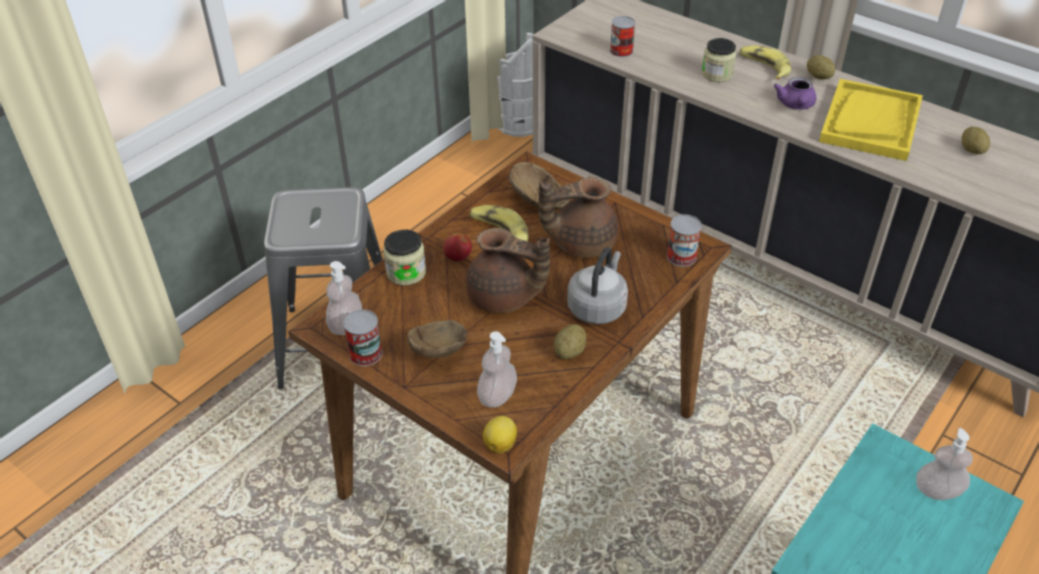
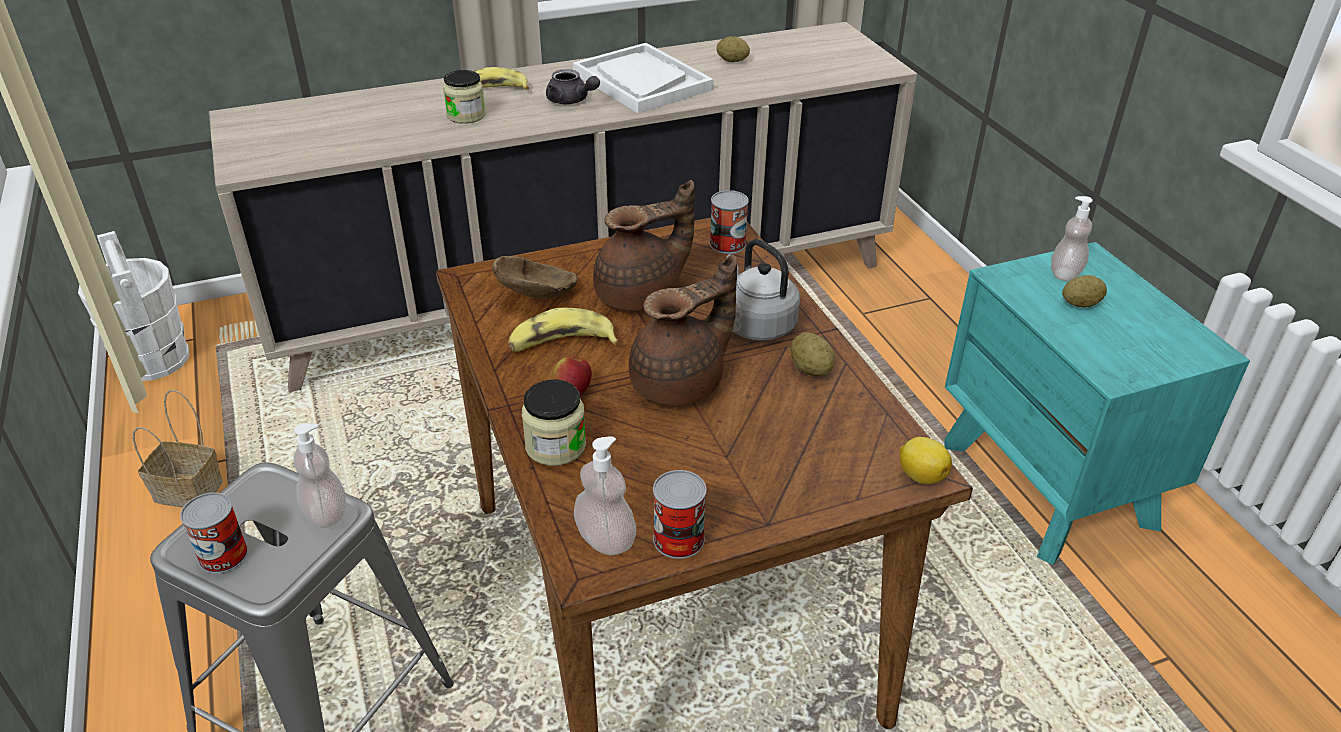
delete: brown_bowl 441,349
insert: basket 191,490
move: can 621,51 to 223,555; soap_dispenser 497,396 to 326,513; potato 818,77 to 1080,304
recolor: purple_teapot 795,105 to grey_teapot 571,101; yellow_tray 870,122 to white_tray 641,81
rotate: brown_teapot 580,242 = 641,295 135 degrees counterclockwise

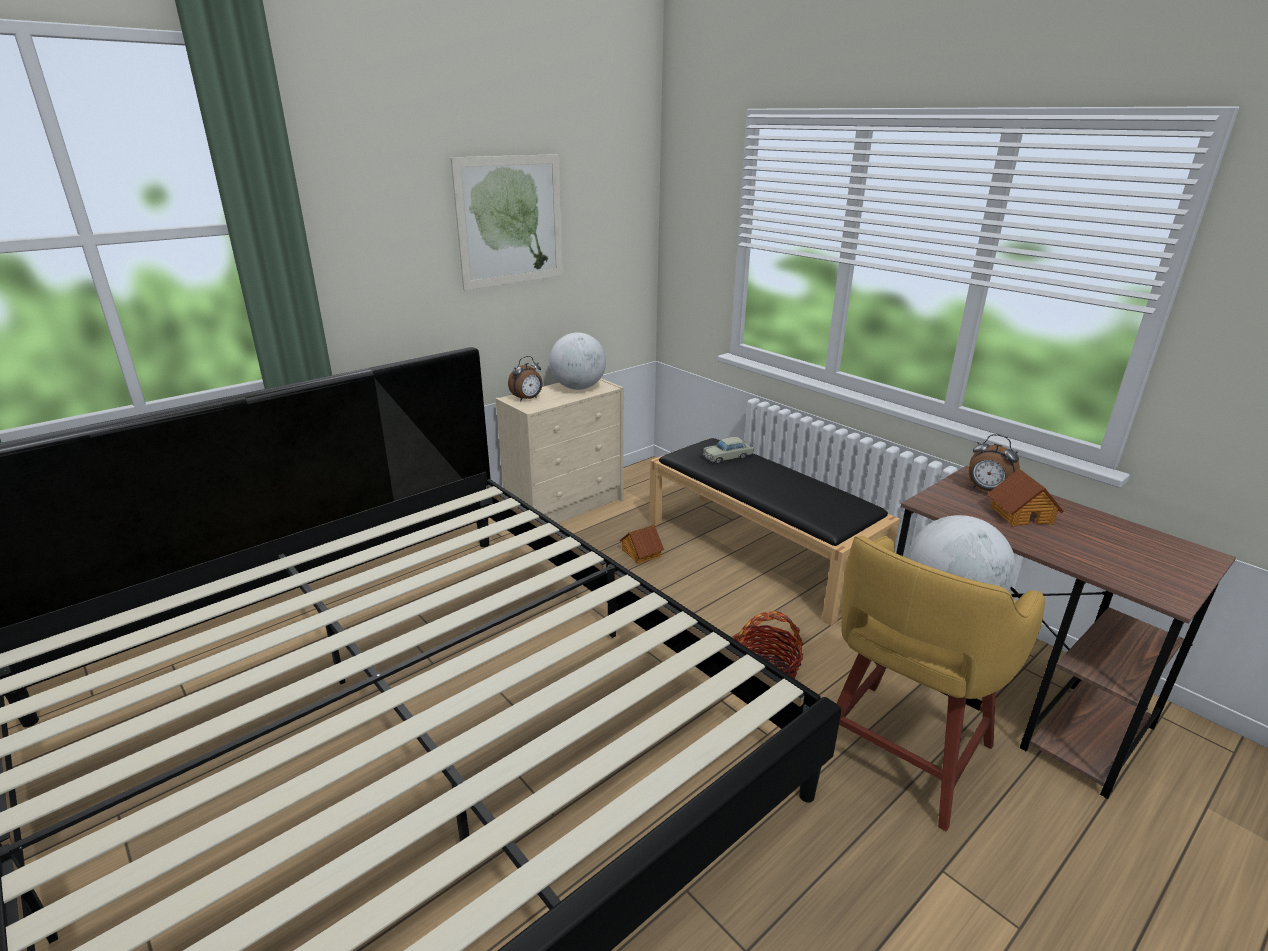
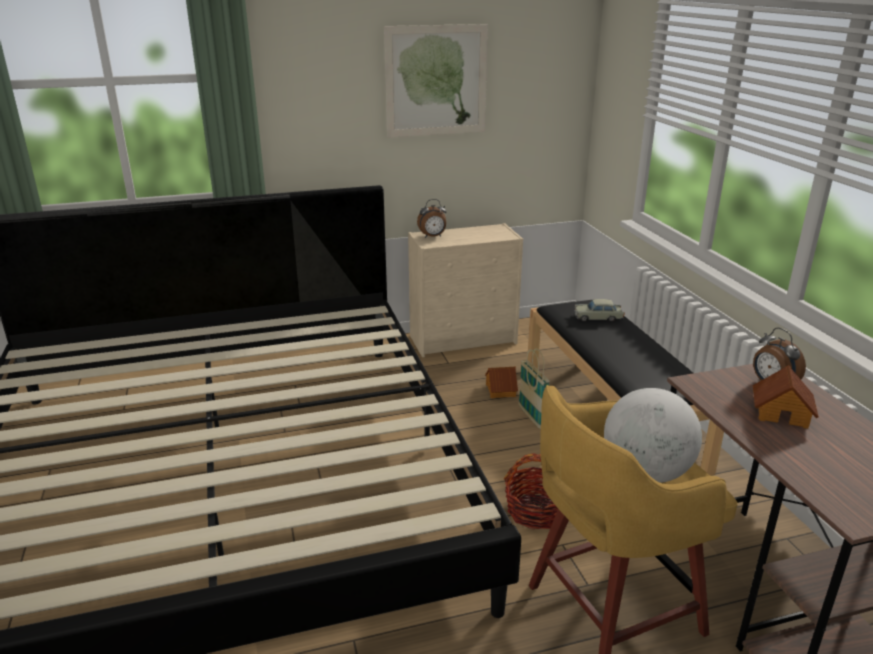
delete: globe 578,388
insert: basket 531,417

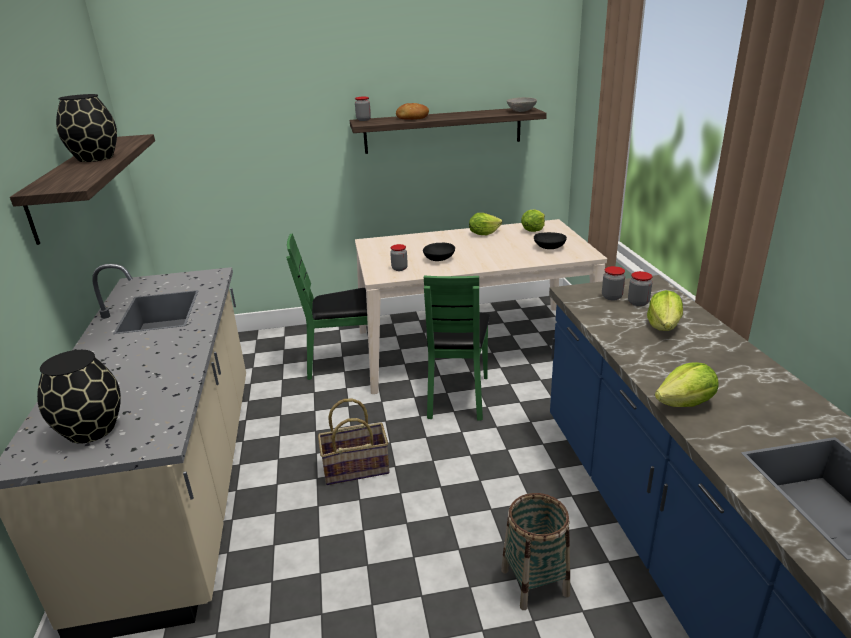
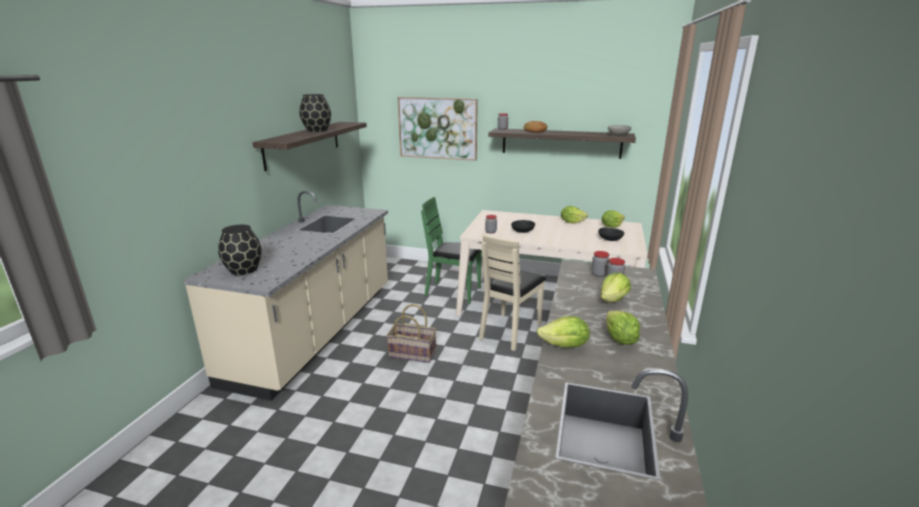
delete: basket 534,582
insert: picture 437,128; lettuce 619,340
recolor: green_chair 457,396 to beige_chair 509,331

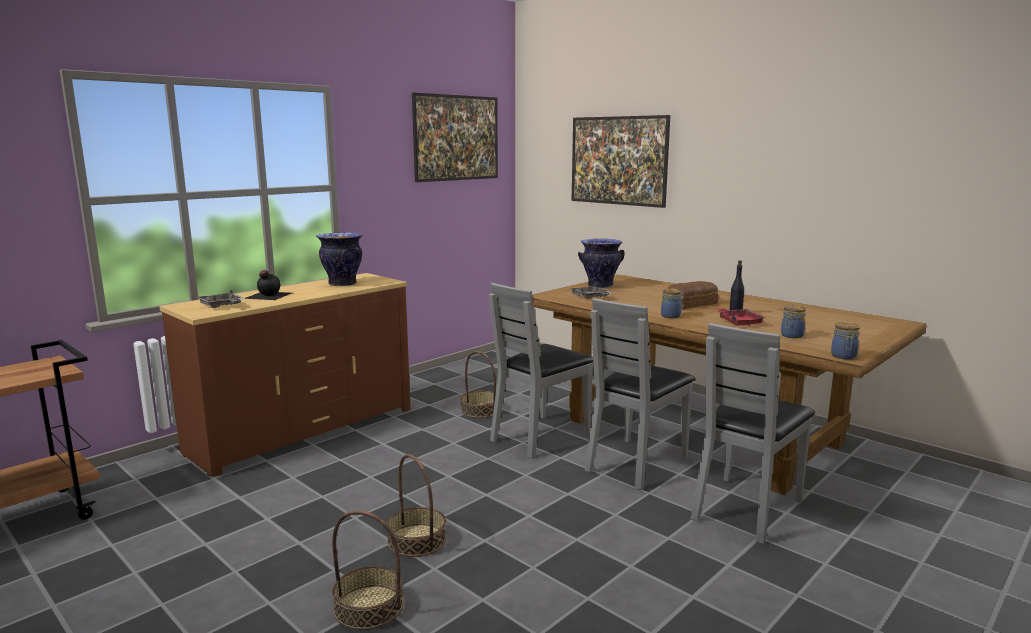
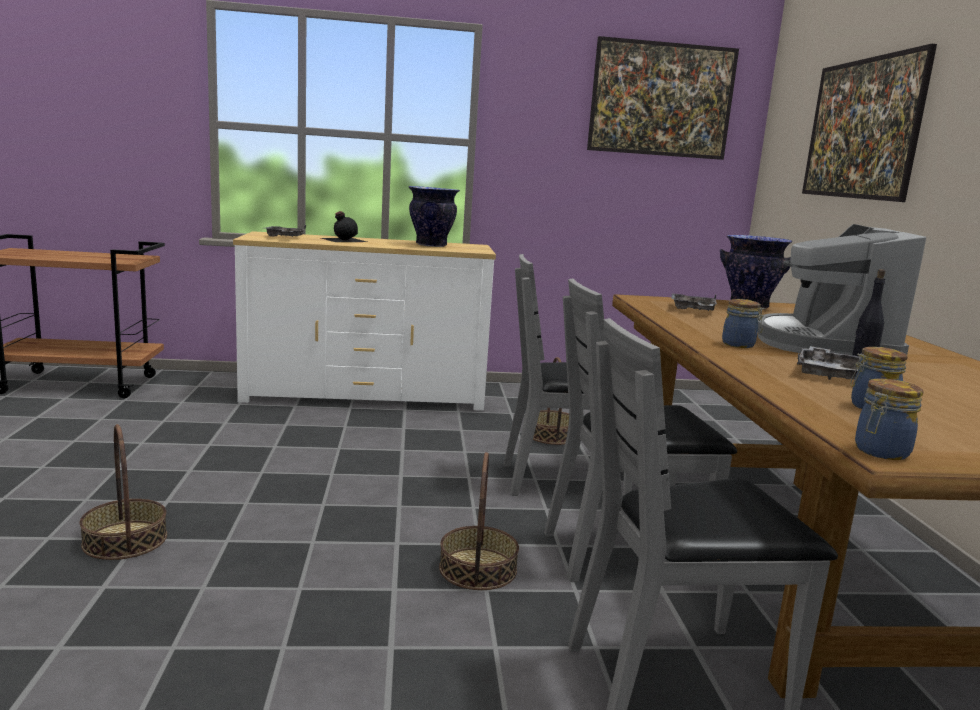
move: basket 417,540 to 478,569
replace: bread 692,304 to coffee_machine 824,345
recolor: brown_dresser 303,430 to white_dresser 365,395; red_tray 739,322 to grey_tray 829,374

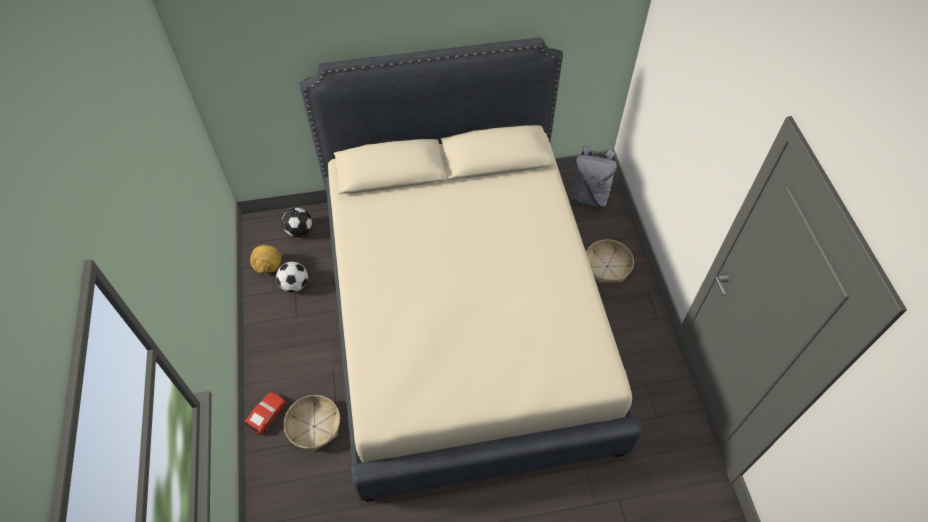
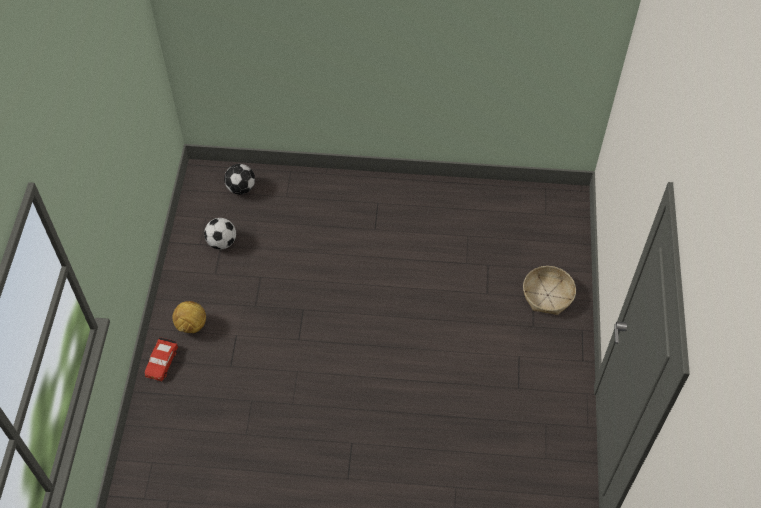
delete: basket 314,426; beige_bed 464,318; grey_backpack 589,195
move: football 269,267 to 192,325
rotate: red_toy_car 266,415 = 162,362 150 degrees clockwise

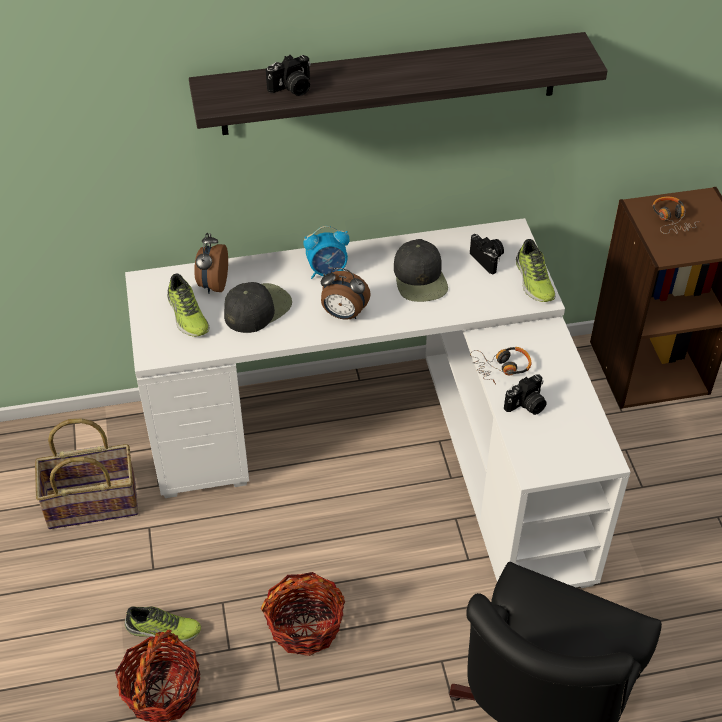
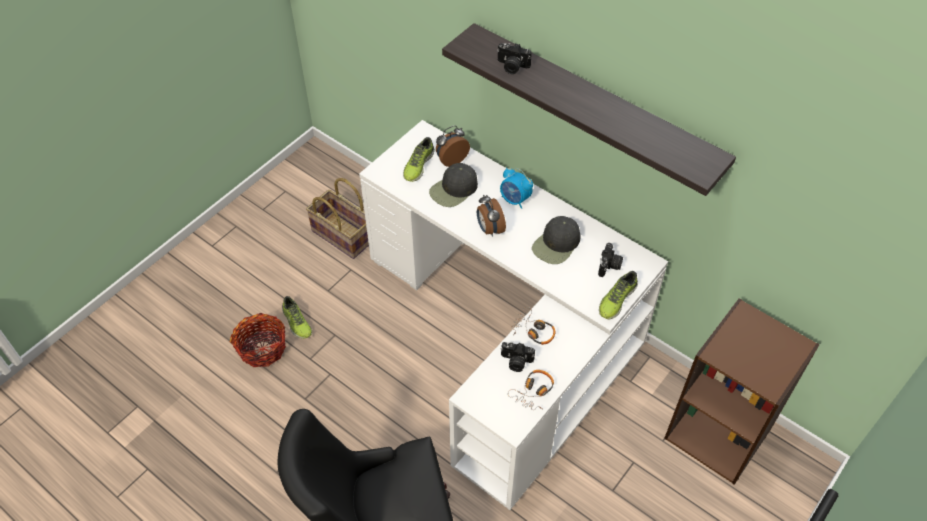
delete: basket 305,625
move: headphones 671,220 to 533,392
rotate: black_cap 257,308 = 454,189 135 degrees clockwise

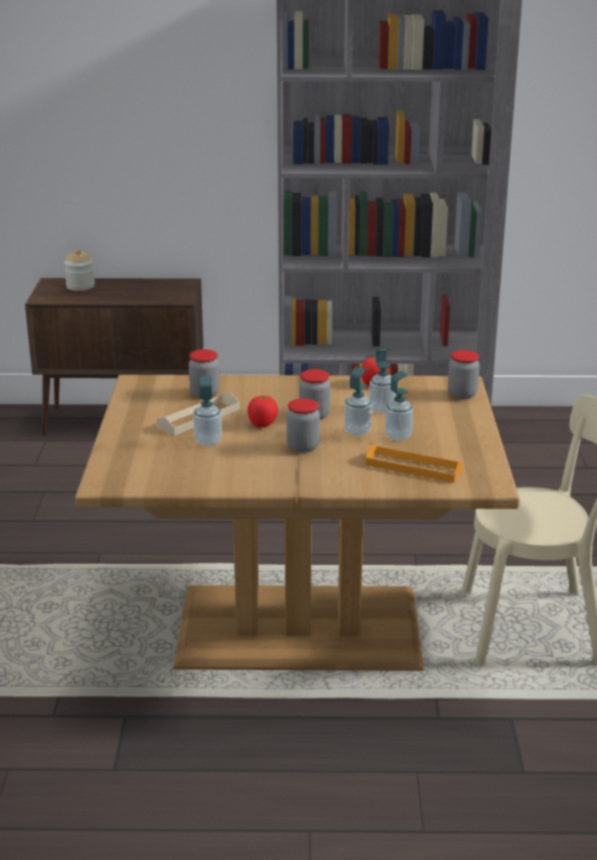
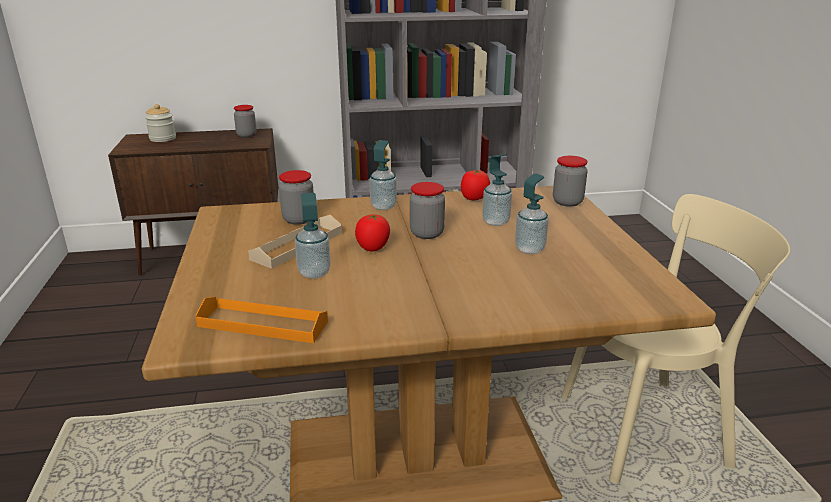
move: orange_tray 413,467 to 263,324; jar 303,447 to 246,135; soap_dispenser 357,431 to 383,206

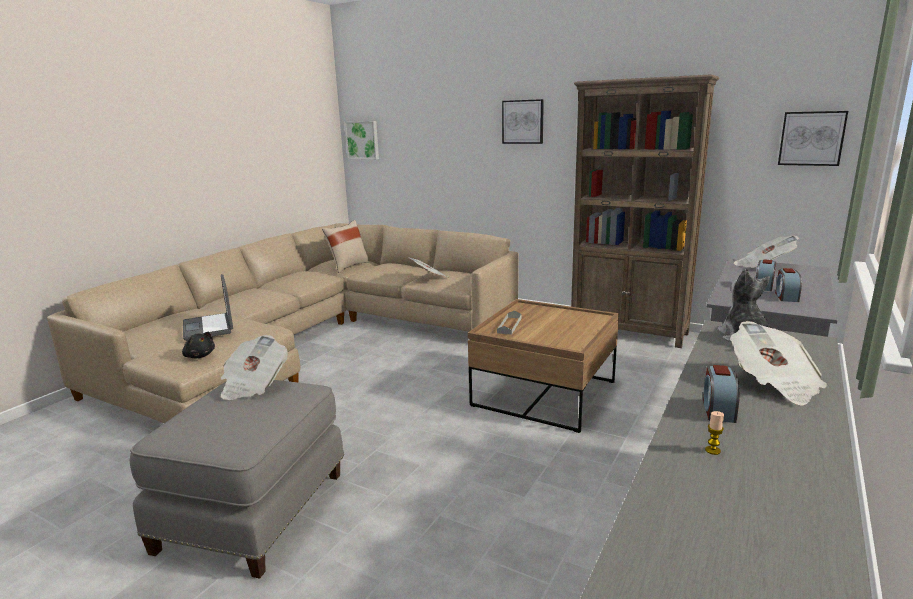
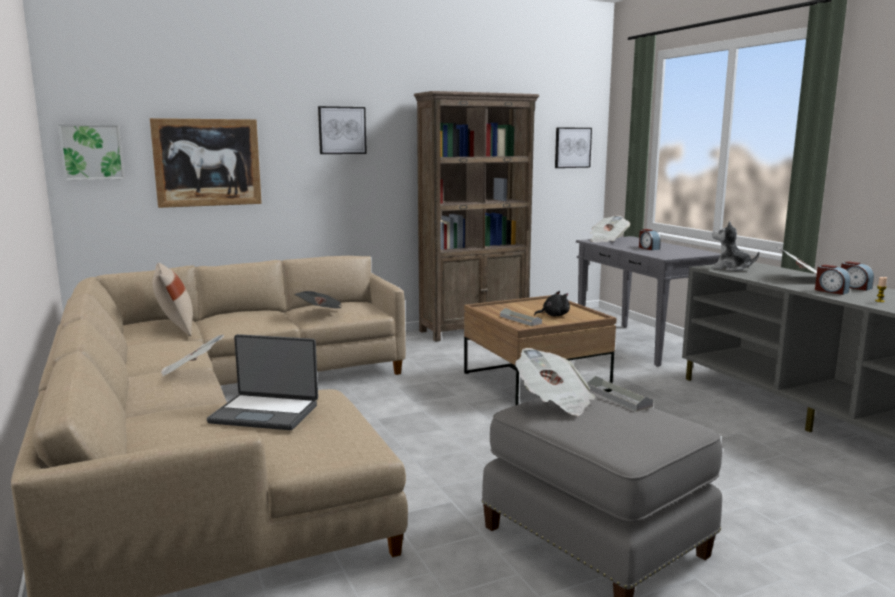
insert: picture 207,162; newspaper 191,372; grey_tray 618,397
move: black_plush_toy 199,356 to 553,315; alarm_clock 786,297 to 854,287

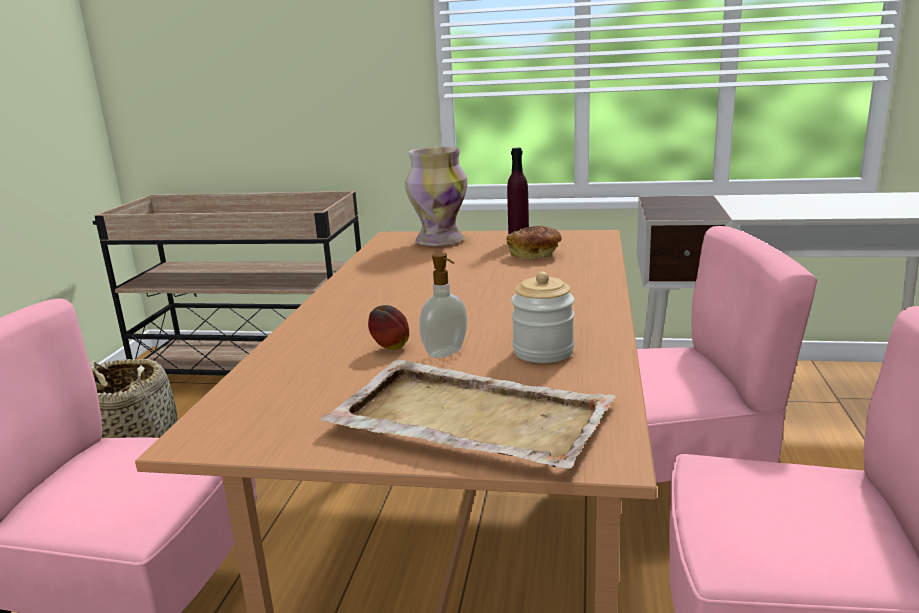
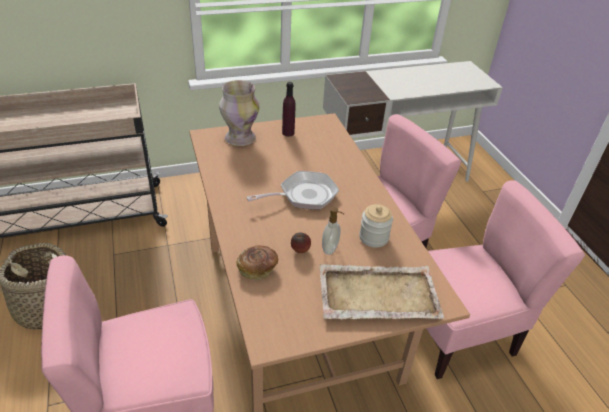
insert: frying_pan 303,195
move: bread 535,255 to 258,268

